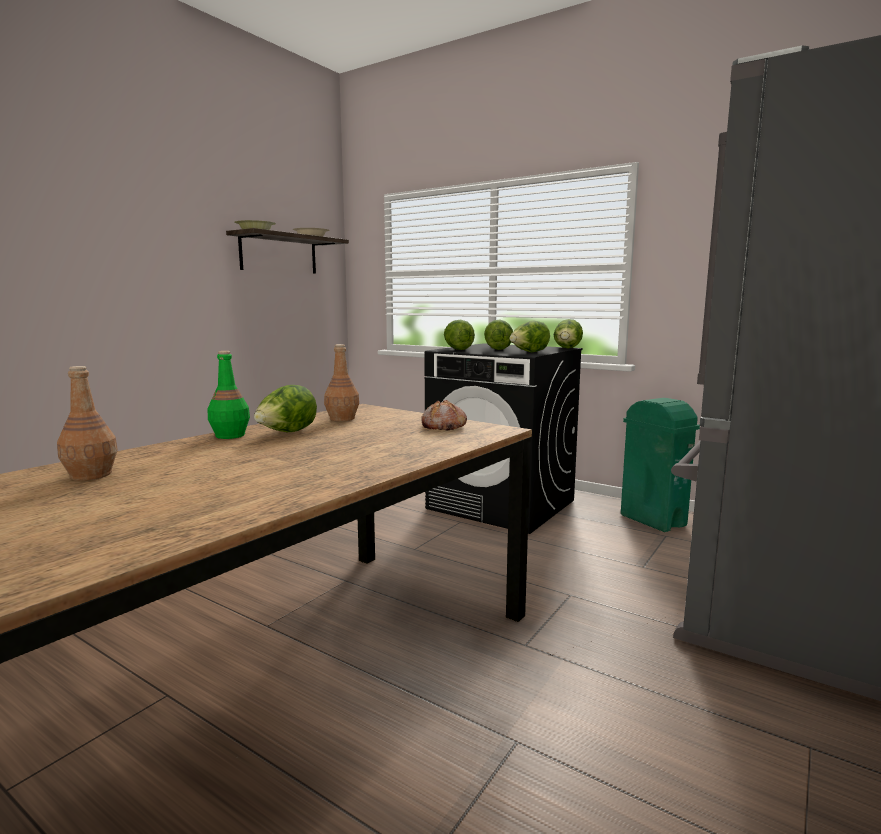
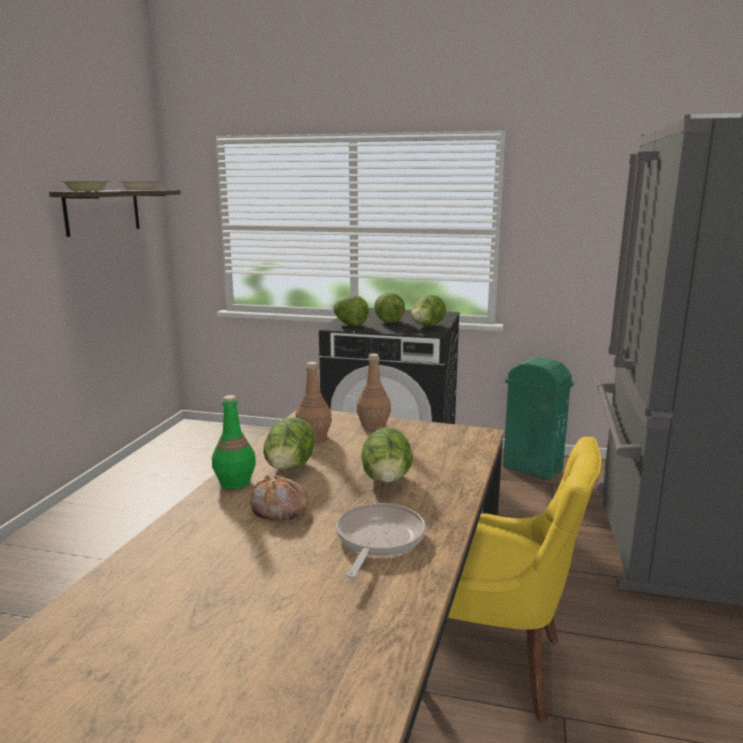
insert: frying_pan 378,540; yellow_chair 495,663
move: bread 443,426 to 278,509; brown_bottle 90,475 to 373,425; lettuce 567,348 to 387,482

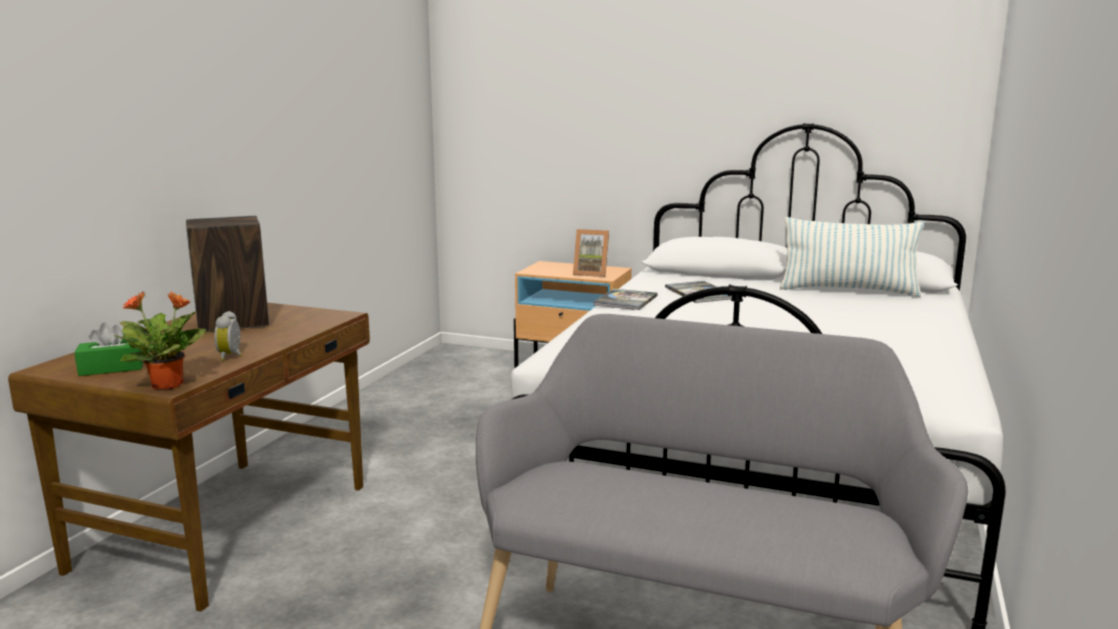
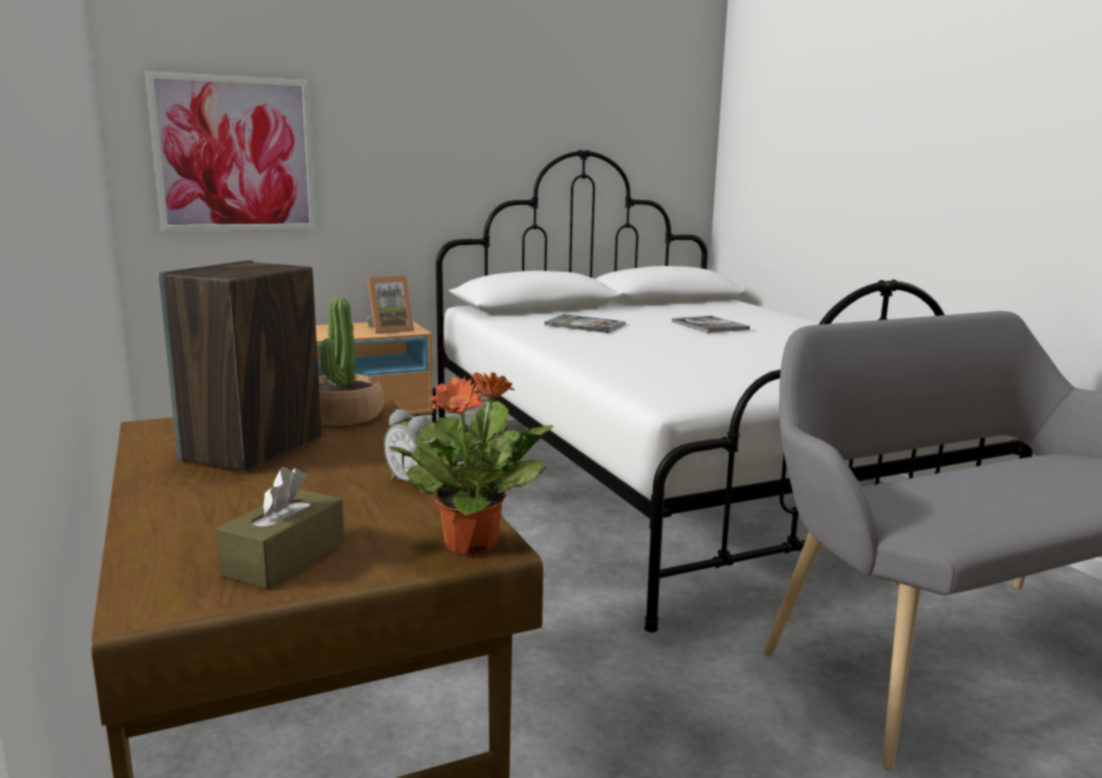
delete: pillow 848,291
insert: picture 235,155; potted_plant 343,416
move: book 625,301 to 709,326
recolor: green_tissue_box 111,368 to brown_tissue_box 285,558

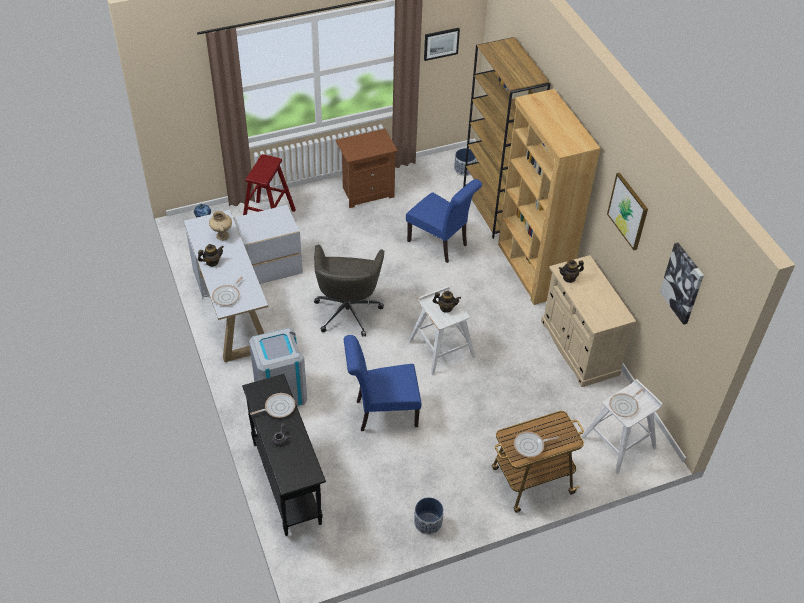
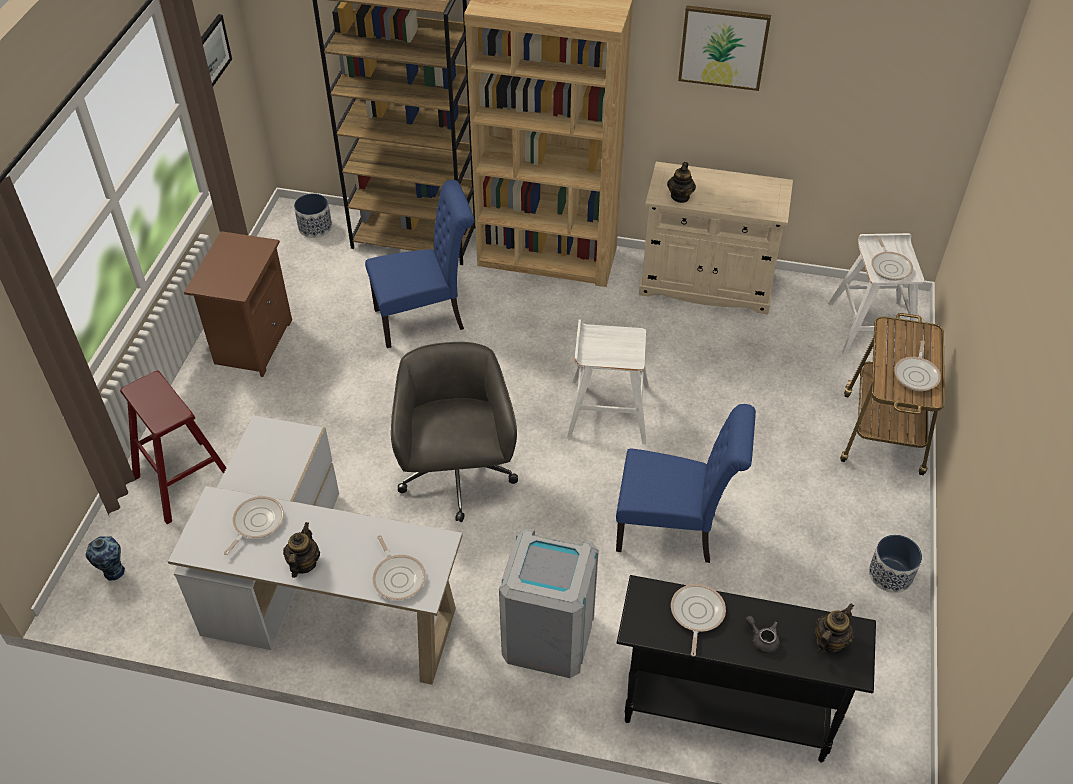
delete: picture 682,283
move: teapot 446,308 to 829,642
replace: beige_vase 222,236 to frying_pan 256,523
rotate: grey_office_chair 348,310 = 457,476 135 degrees counterclockwise; blue_chair 382,413 = 673,531 105 degrees counterclockwise

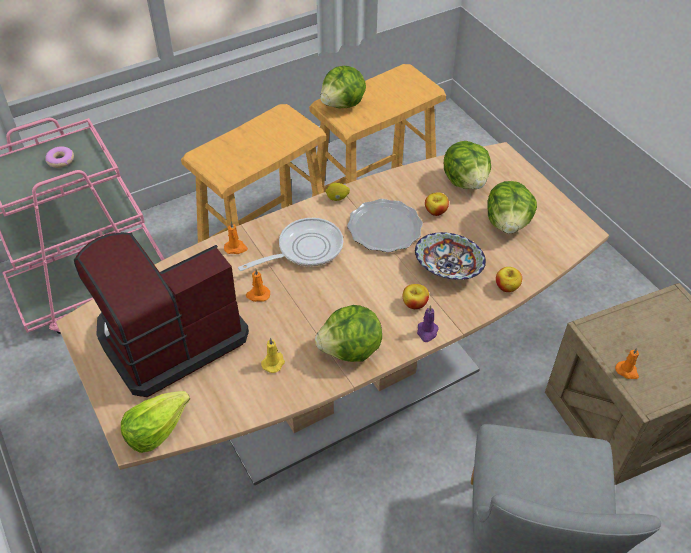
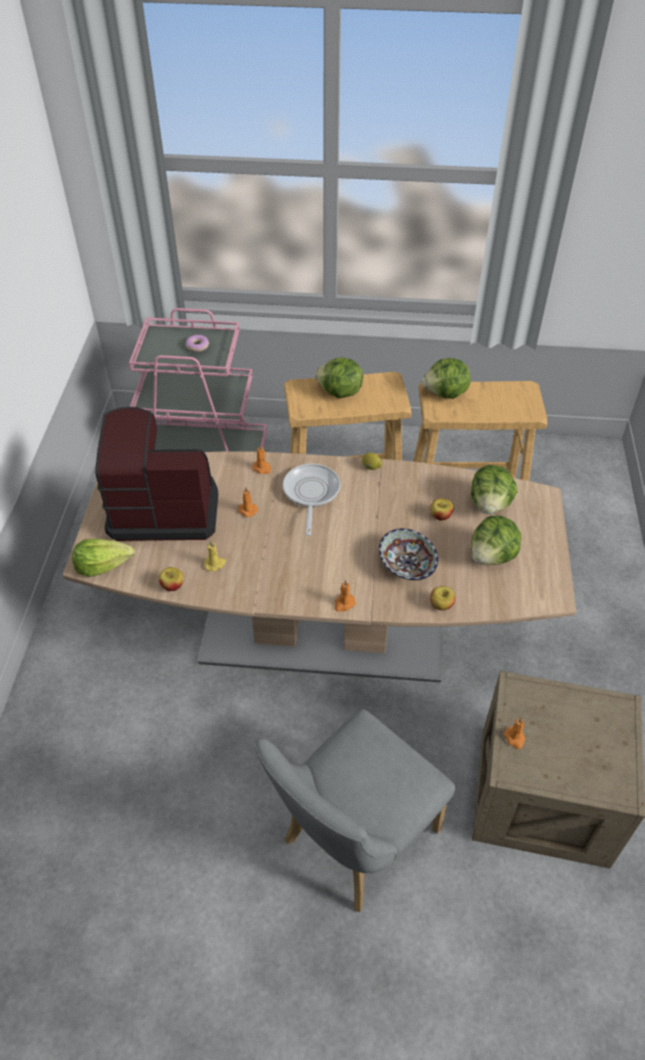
delete: plate 385,228
move: apple 414,304 to 172,586; lettuce 351,350 to 339,393
recolor: purple_candle 427,332 to orange_candle 344,604
rotate: frying_pan 305,249 = 310,494 90 degrees counterclockwise

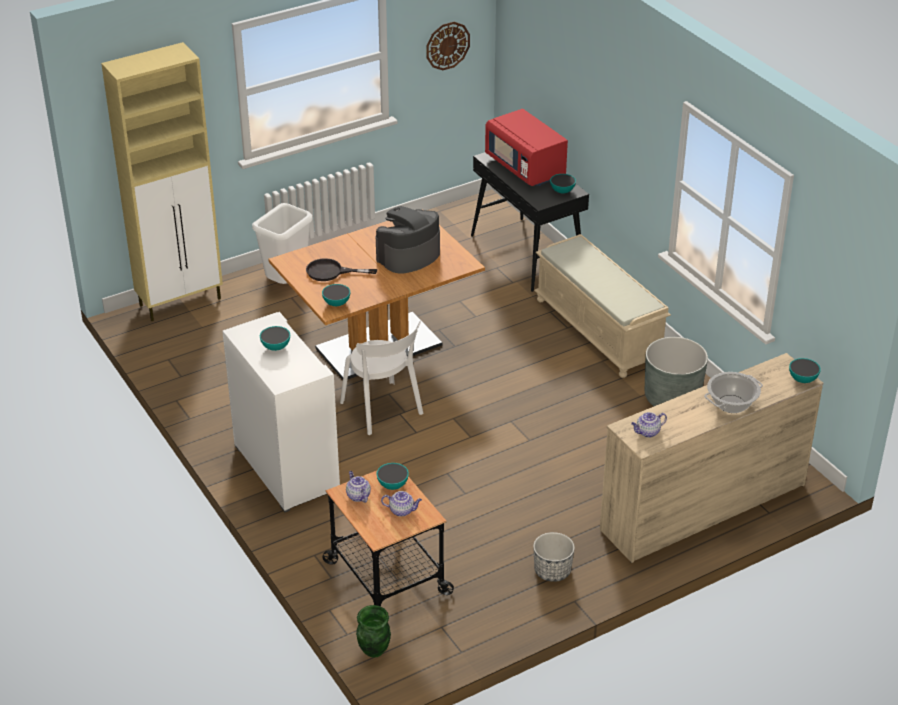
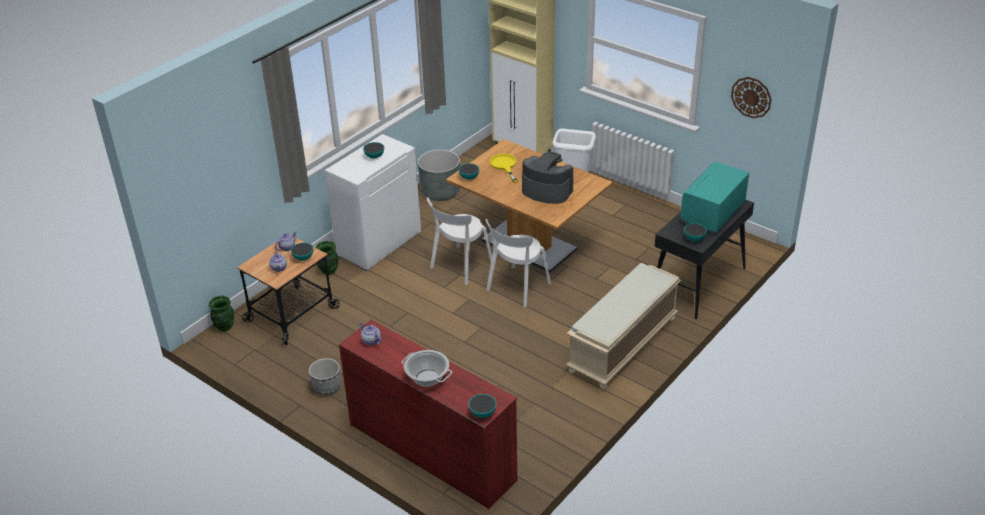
insert: green_vase 328,271; white_chair 516,288
move: grey_planter 672,398 to 440,192
recolor: beige_dresser 702,507 to red_dresser 431,451; black_frying_pan 331,272 to yellow_frying_pan 504,166; red_microwave 526,168 to turquoise_microwave 713,213

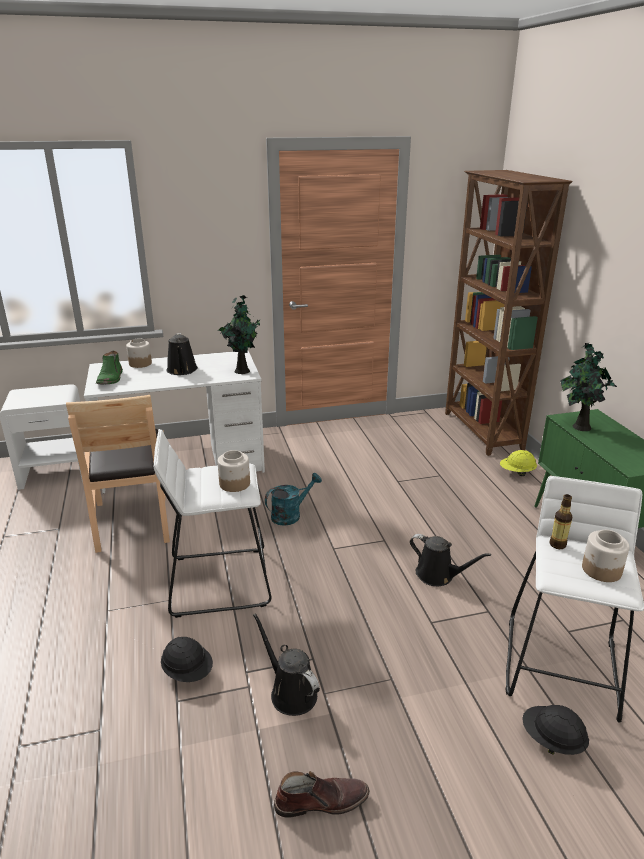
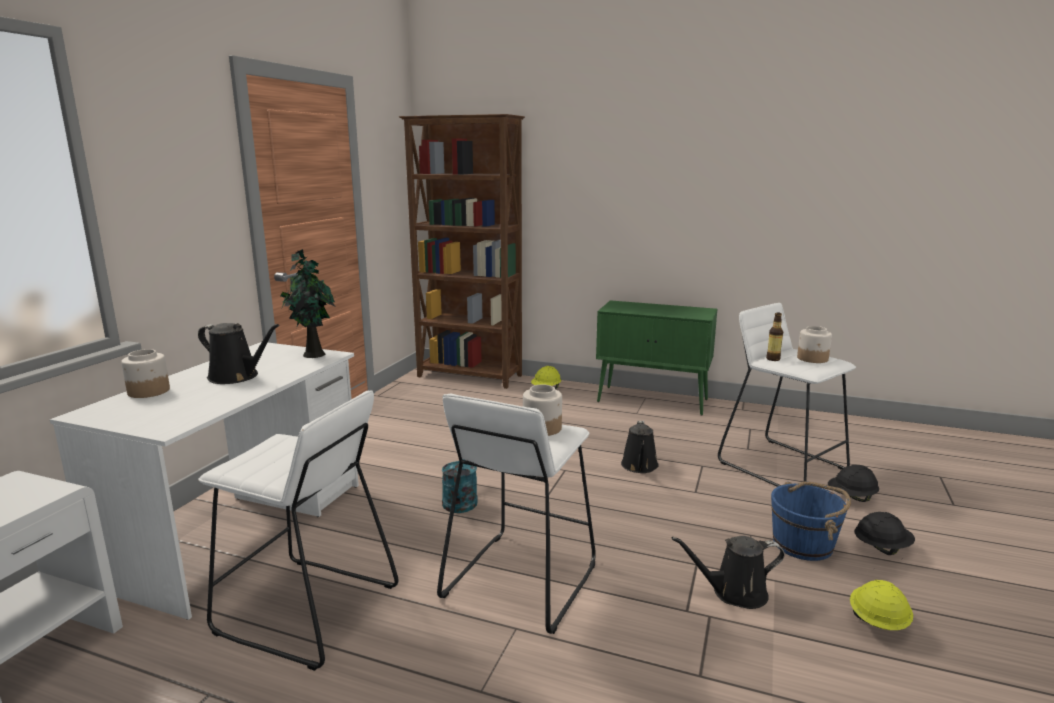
delete: green_boot 111,378; potted_plant 579,426
insert: blue_bucket 804,544
move: black_hard_hat 188,672 to 881,548
replace: brown_chair 133,521 to white_stool 306,610; brown_boot 321,800 to yellow_hard_hat 877,622
rotate: black_watering_can 438,575 = 639,466 120 degrees clockwise

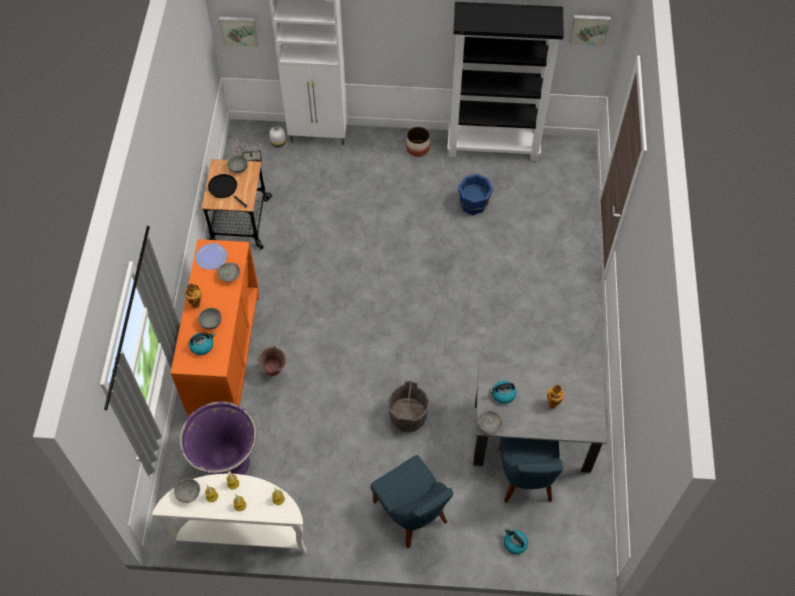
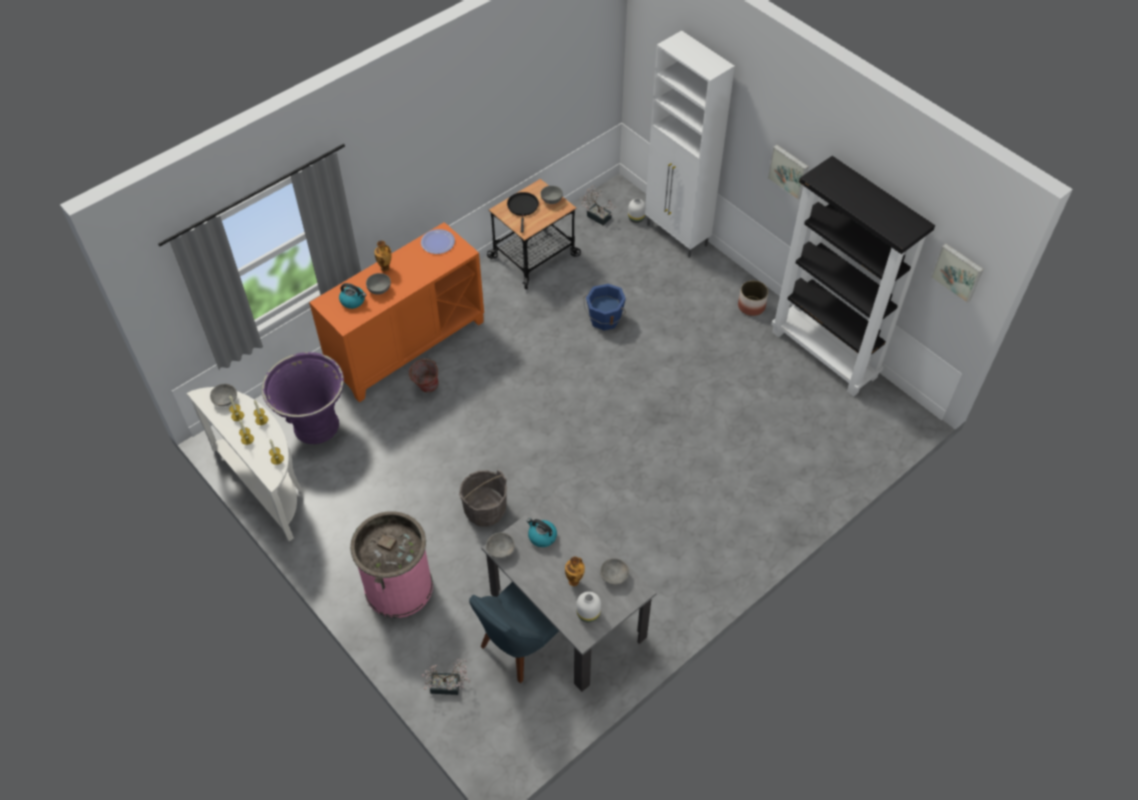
insert: white_vase 588,614
move: blue_bucket 473,205 to 604,319; grey_bowl 230,276 to 614,576; picture 239,30 to 789,171
replace: blue_chair 412,514 to pink_trash_can 398,587; kettle 514,543 to potted_plant 449,686

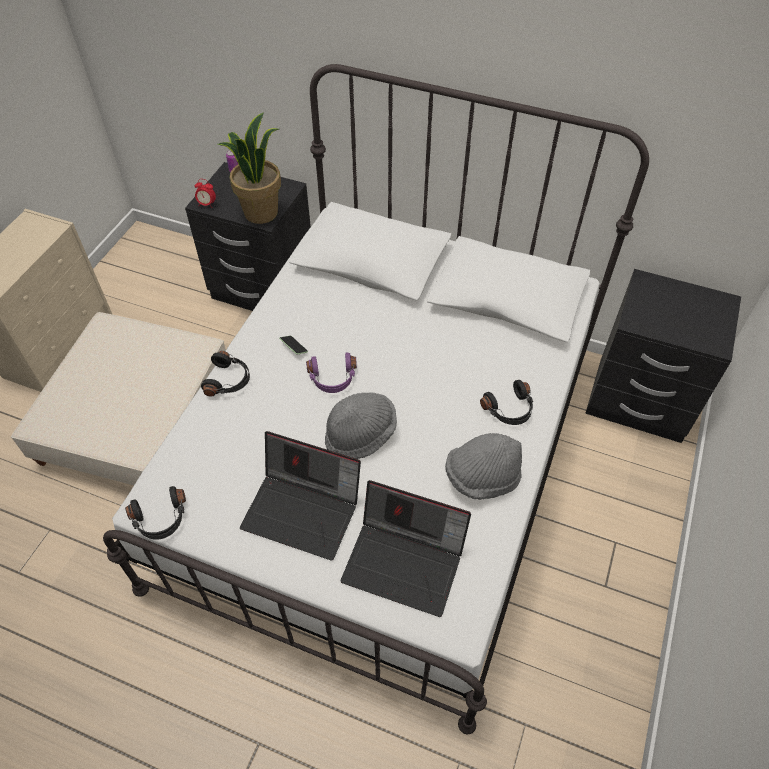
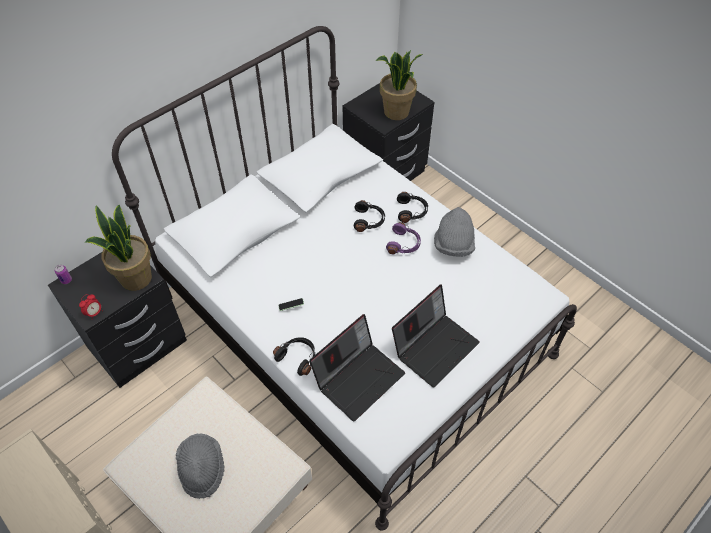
insert: potted_plant 396,112
move: grey_hat 360,434 to 202,469; laptop 406,562 to 358,377; black_headphones 161,520 to 369,220; purple_headphones 333,379 to 404,244

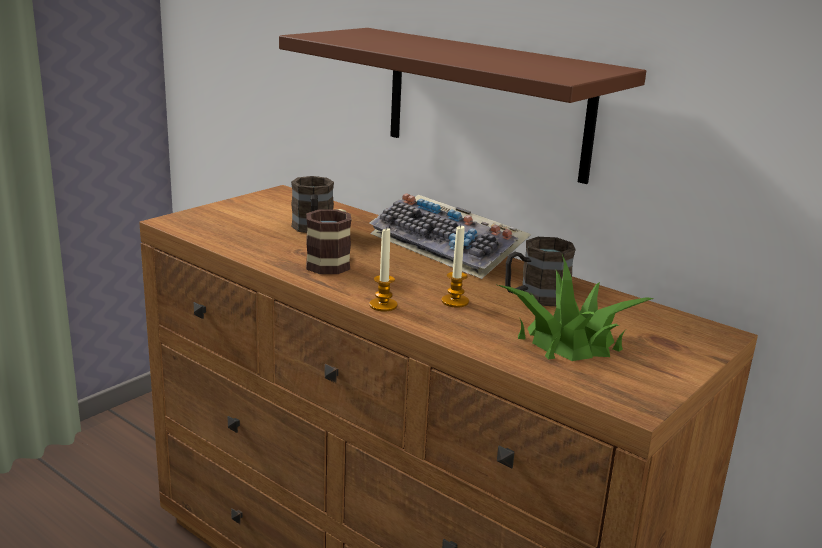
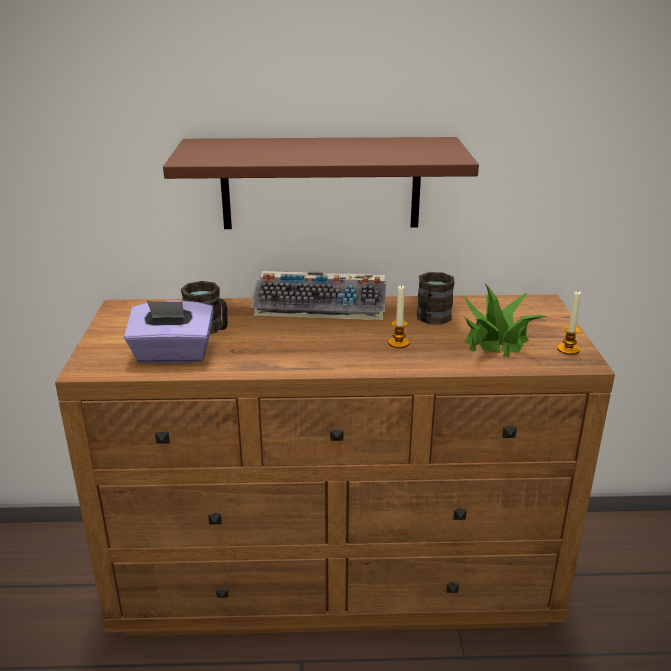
delete: mug 331,262
insert: purple_tissue_box 173,354
move: candle 383,305 to 568,349

